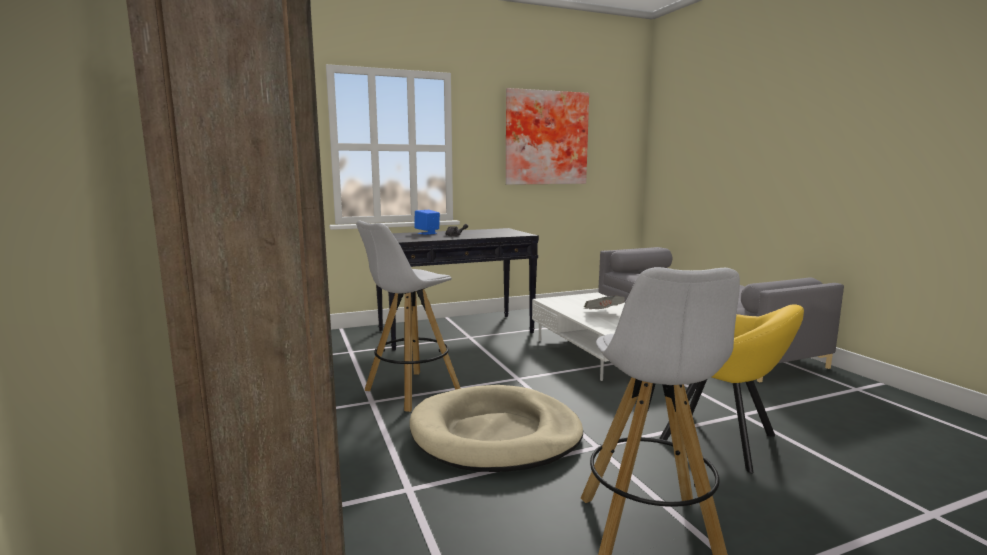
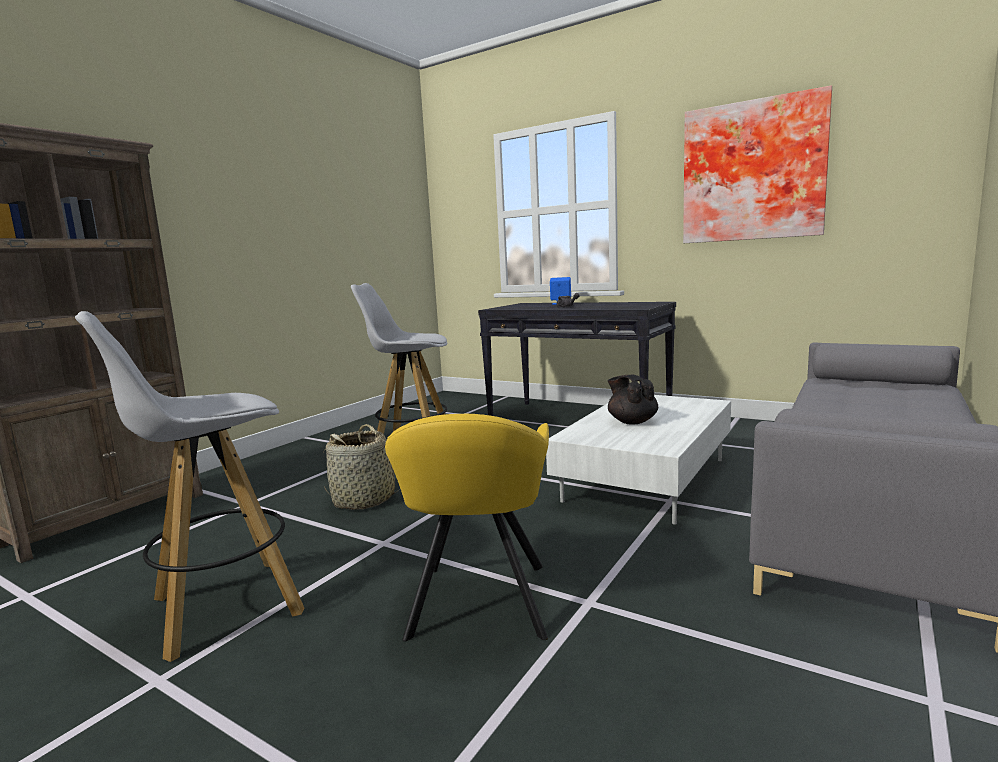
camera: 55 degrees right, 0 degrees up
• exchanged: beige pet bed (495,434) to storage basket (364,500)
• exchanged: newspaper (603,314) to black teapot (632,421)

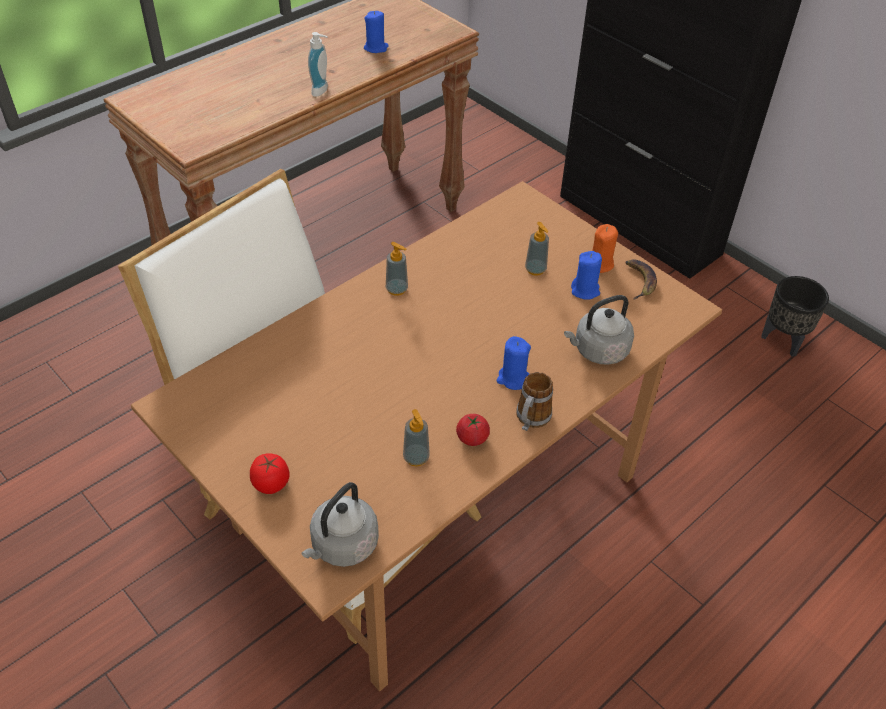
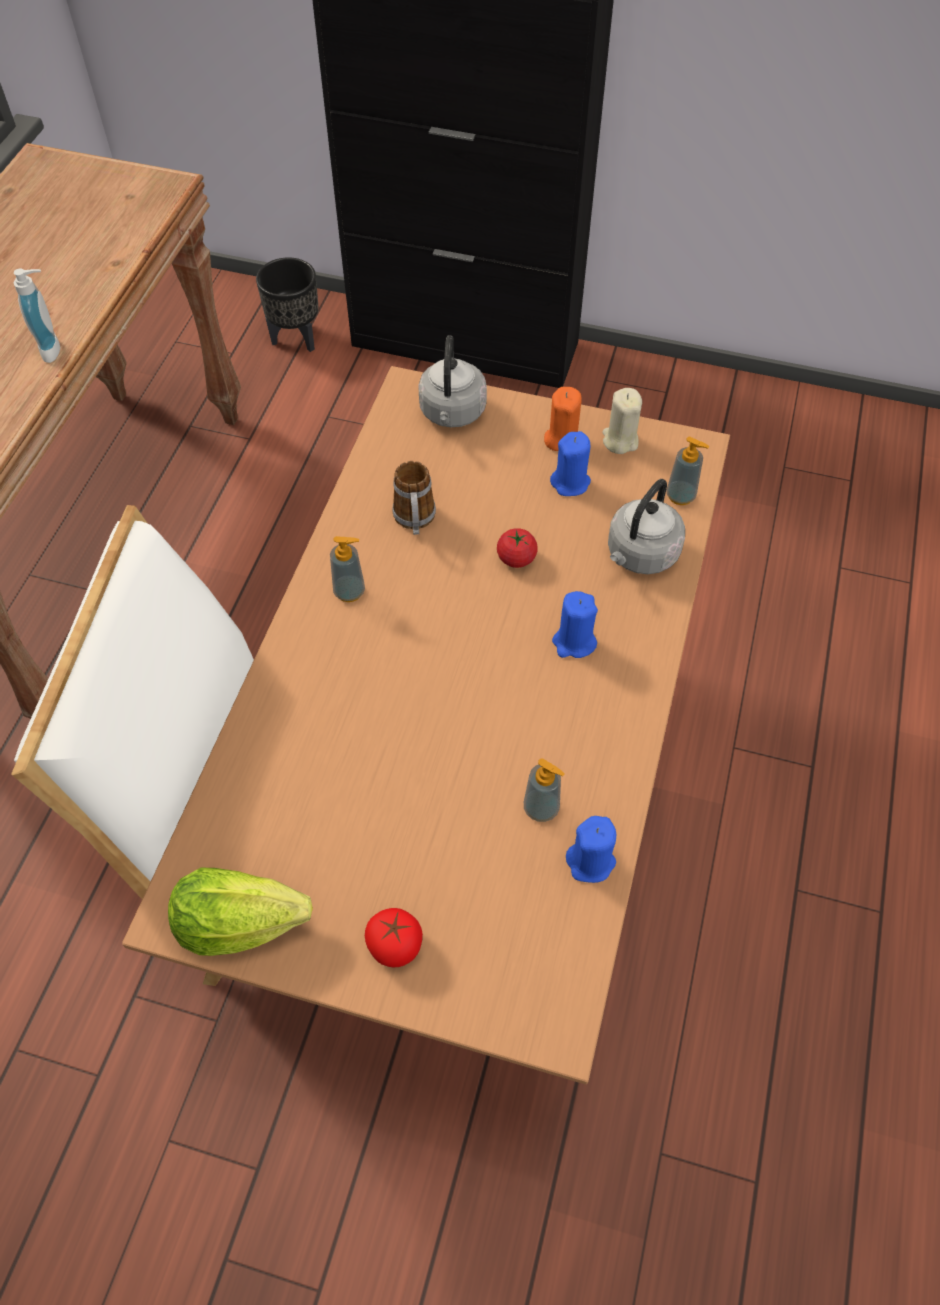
camera: 30 degrees left, 10 degrees up
• relocated: gray water kettle (342,546) to (452,413)
• relocated: bluish wax light (376,48) to (591,861)
• relocated: fresh tomato (472,438) to (516,558)
• relocated: coffee mug (530,420) to (415,521)
• relocated: soap bottle (535,269) to (680,496)
• exchanged: banana fruit (639,281) to beige wax light (620,440)
• relocated: black flower pot (783,340) to (296,338)
• appeared: lettuce head (239,922)

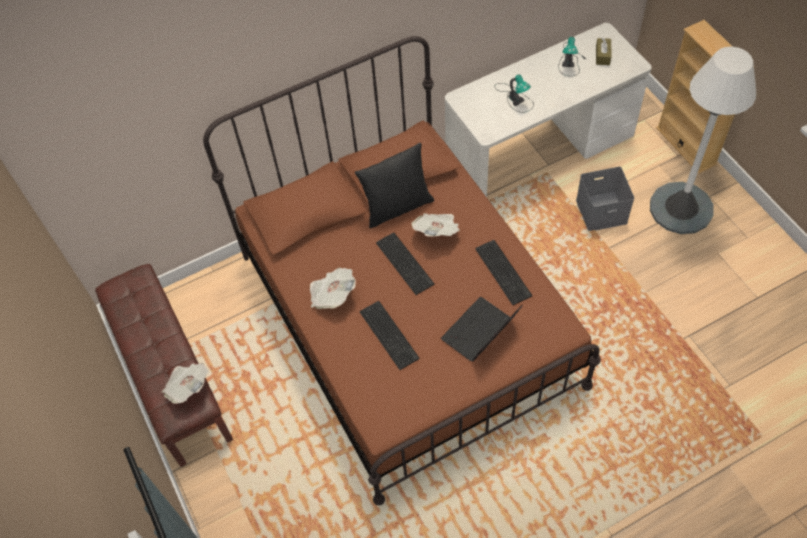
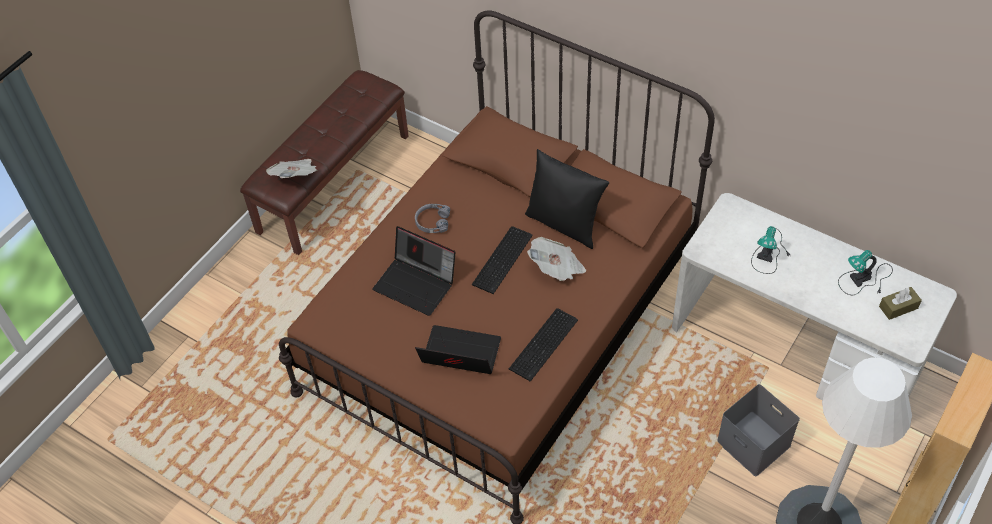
camera: 60 degrees right, 5 degrees down
• exchanged: newspaper (332,295) to gray headset (432,222)
• exchanged: keyboard (389,333) to laptop (417,284)

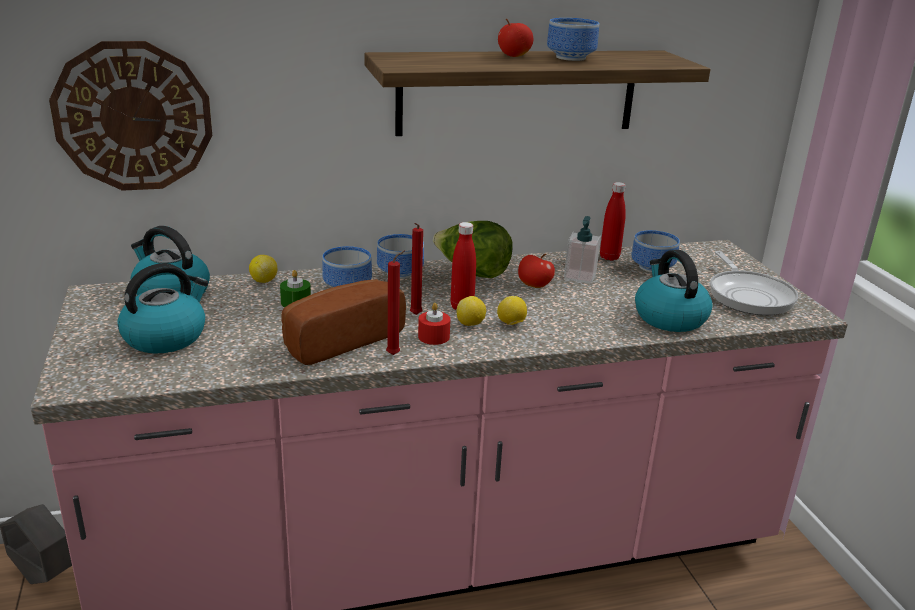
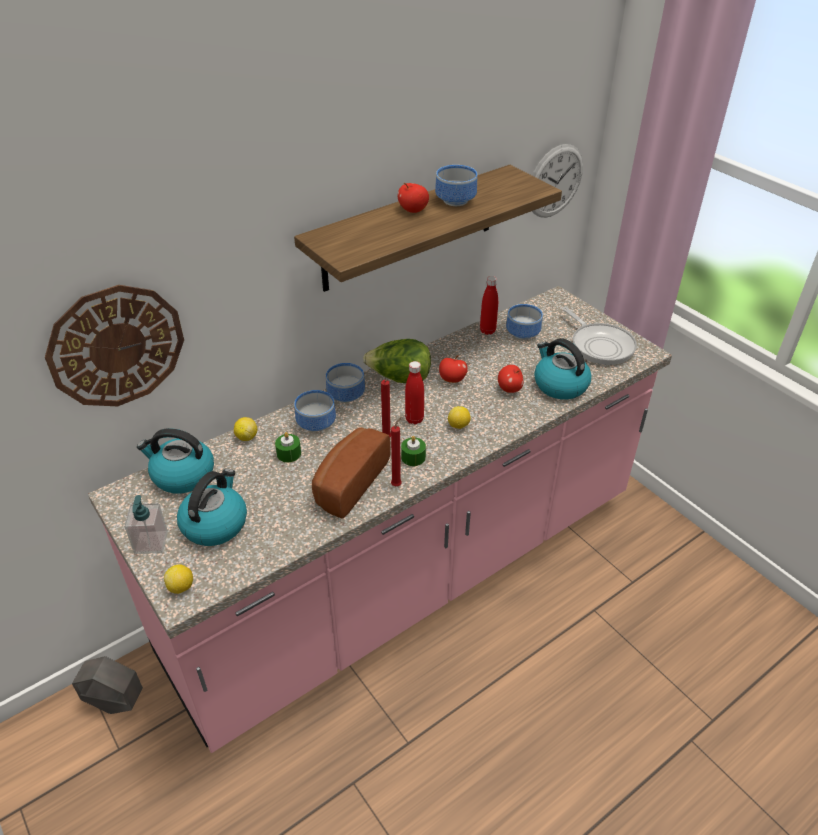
camera: 20 degrees left, 15 degrees up
• colour: red-coloured wax light (433,337) to green wax light (413,457)
• relocated: whole lemon (470,324) to (181,587)
• relocated: soap bottle (580,276) to (151,542)
• appeared: whole apple (509,389)
• appeared: wall clock (555,181)

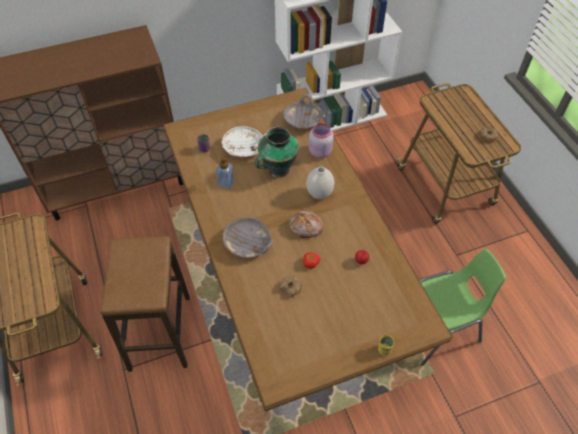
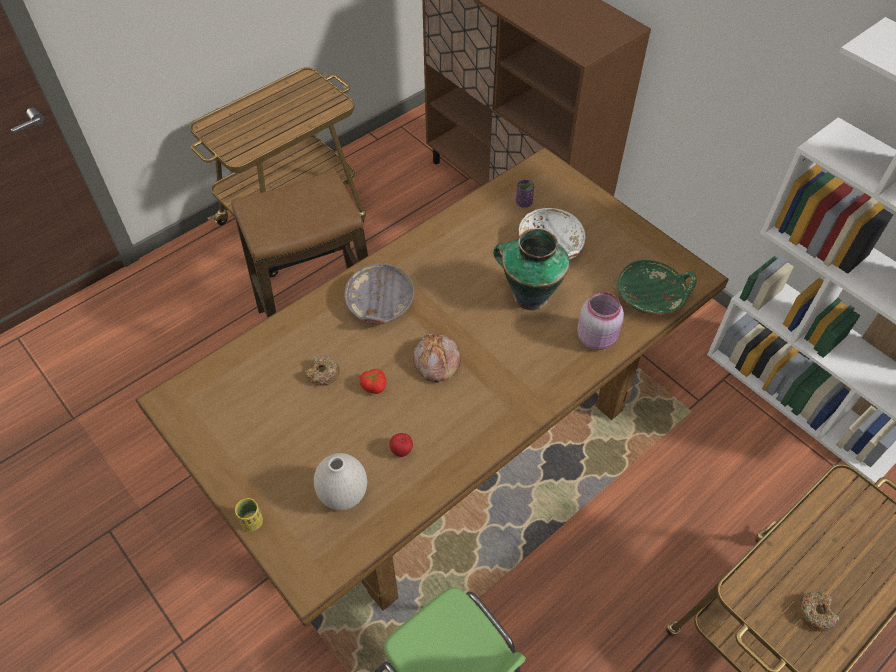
camera: 70 degrees right, 0 degrees up
• missing: soap bottle (226,183)
• colour: gray deep dish (303,120) to green deep dish (652,296)
• relocated: white-coloured flower vase (320,194) to (344,497)

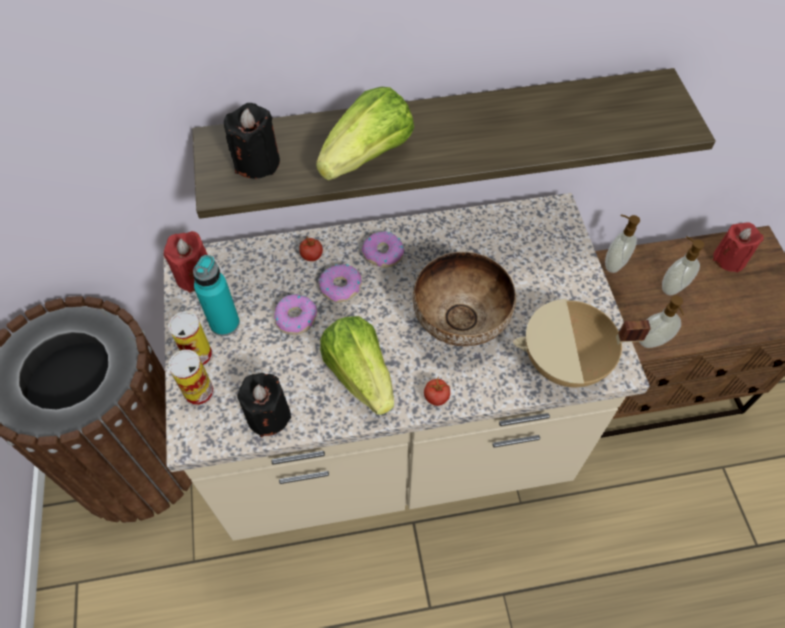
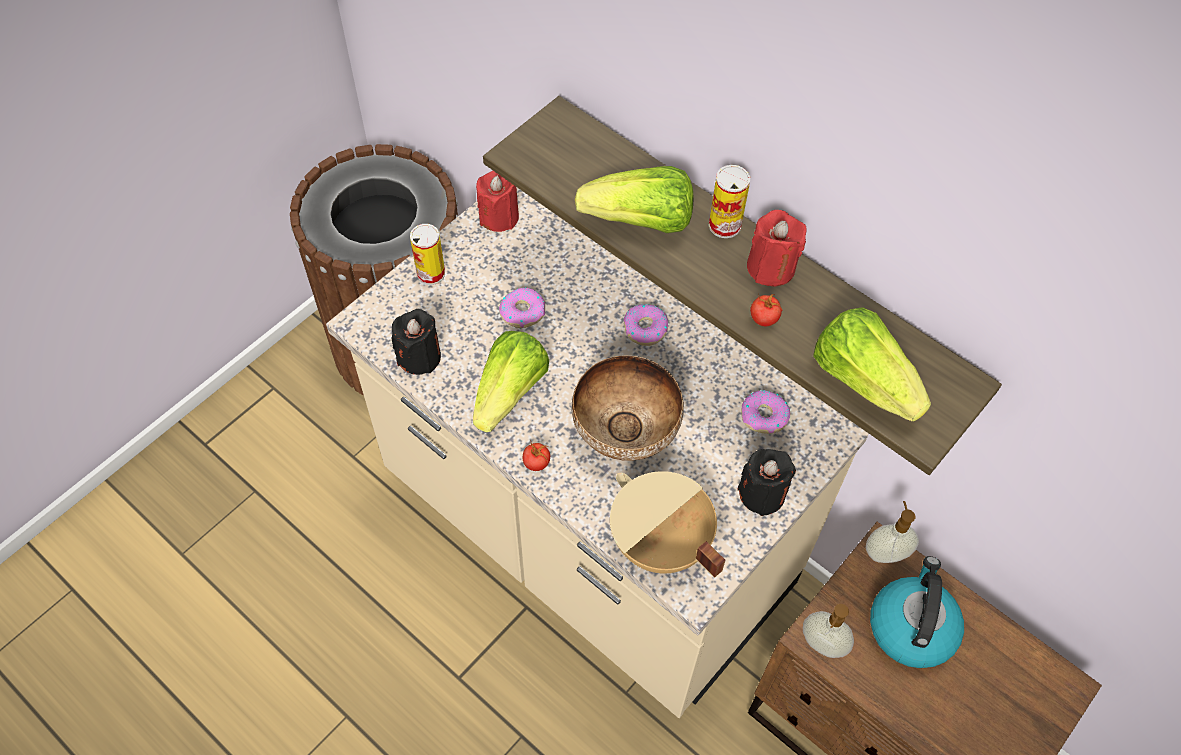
camera: 50 degrees right, 0 degrees up
• relocated: metal can (199,392) to (724,225)
• missing: turquoise beverage bottle (224,323)
• relocated: black wax light (257,162) to (762,494)
• relocated: fresh tomato (312,256) to (764,319)
• relocated: doughnut (341,287) to (764,416)
• exchanged: soap bottle (672,286) to water kettle (911,627)
• relocated: red-coloured wax light (729,259) to (771,267)
• appeared: lettuce head (863,380)

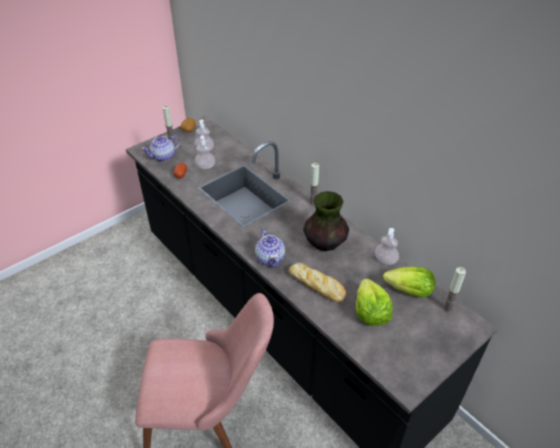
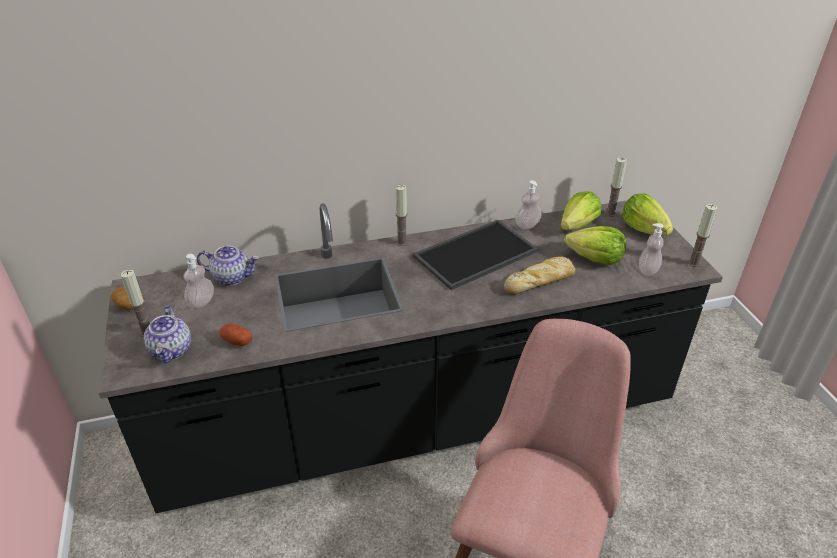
camera: 65 degrees left, 5 degrees down
• relocated: soap bottle (205,167) to (647,270)
• relocated: teapot (270,258) to (232,277)
• exchanged: flower vase (324,243) to serving tray (476,255)
• appeared: lettuce head (643,229)
• appeared: wax light (693,263)

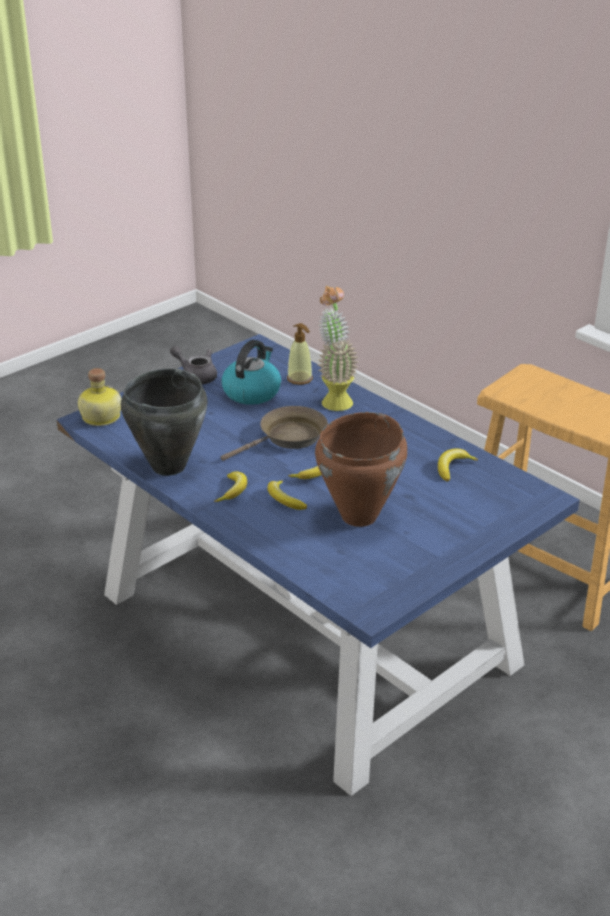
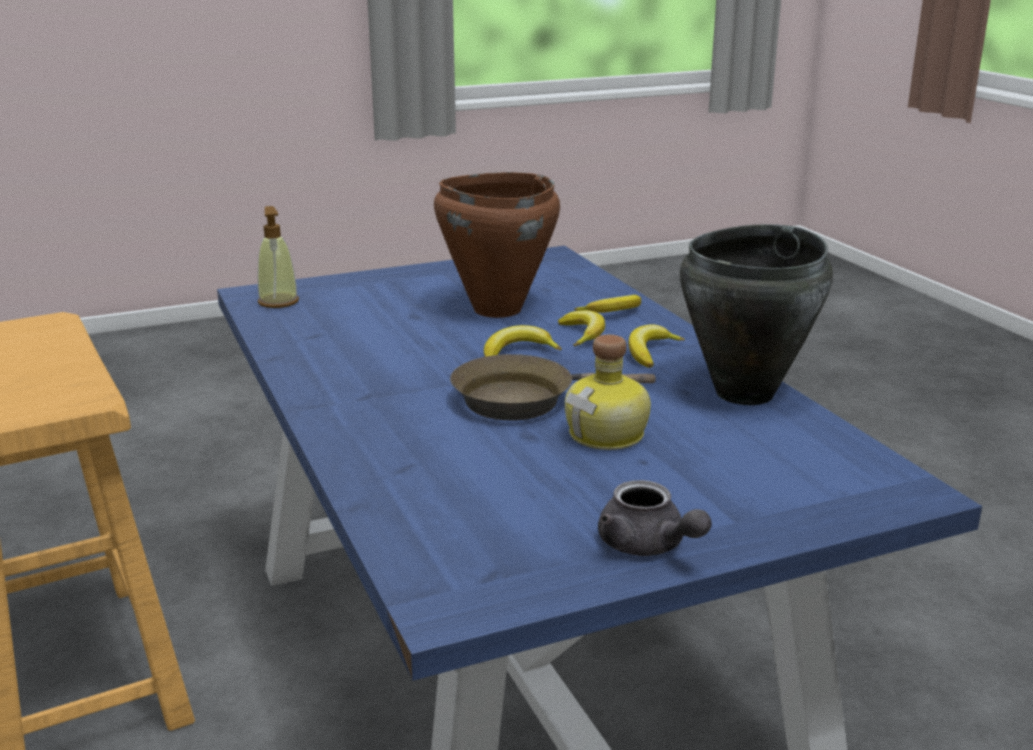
camera: 160 degrees left, 10 degrees down
• relocated: beverage bottle (99,417) to (609,435)
• missing: water kettle (252,392)
• relocated: soap bottle (300,379) to (278,302)
• missing: potted plant (334,399)
• relocated: banana fruit (453,468) to (613,313)

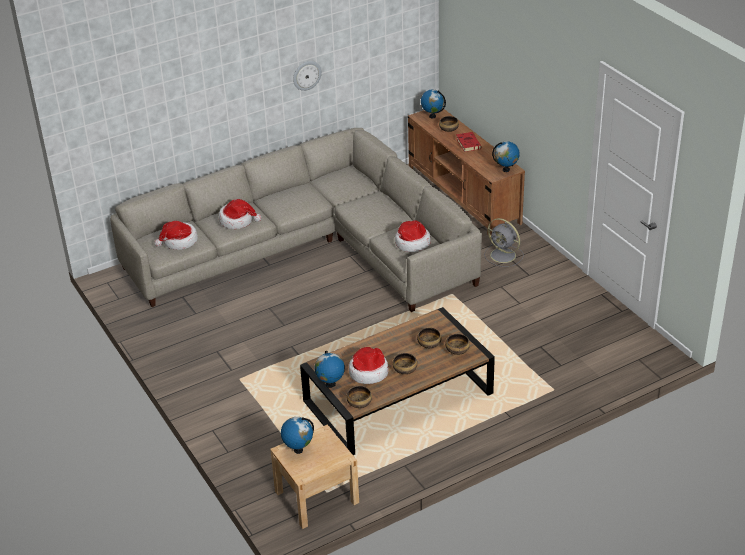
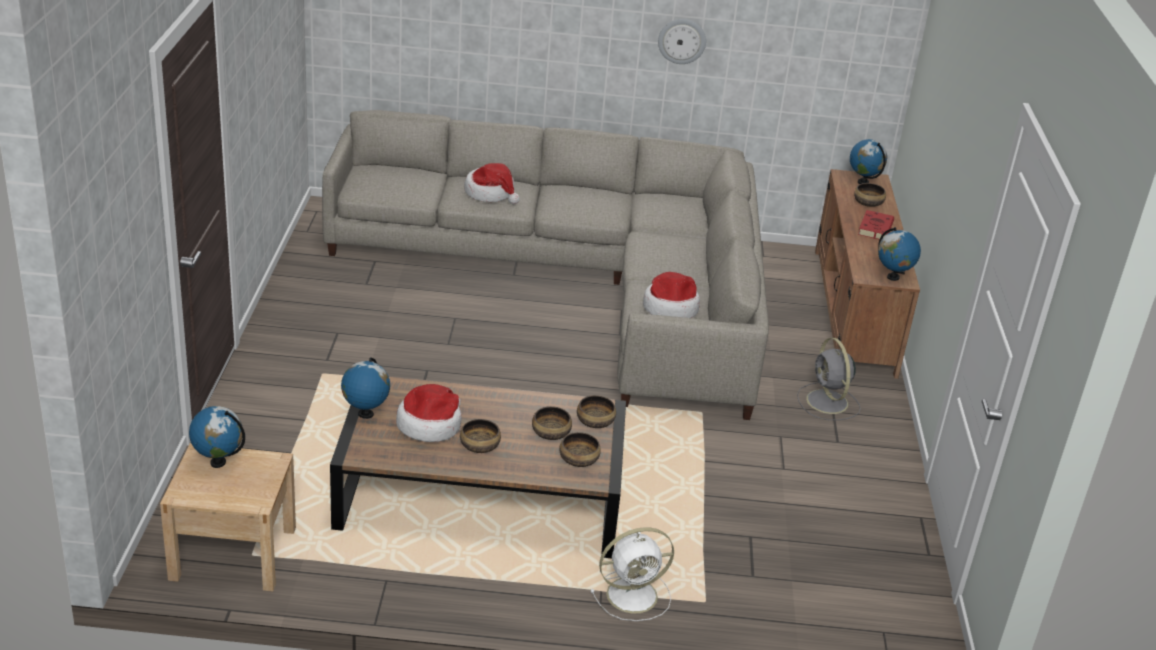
camera: 30 degrees right, 5 degrees down
• missing: wearable hat (179,241)
• relocated: deep dish (359,402) to (595,421)
• appeared: white-coloured cooling fan (634,595)

